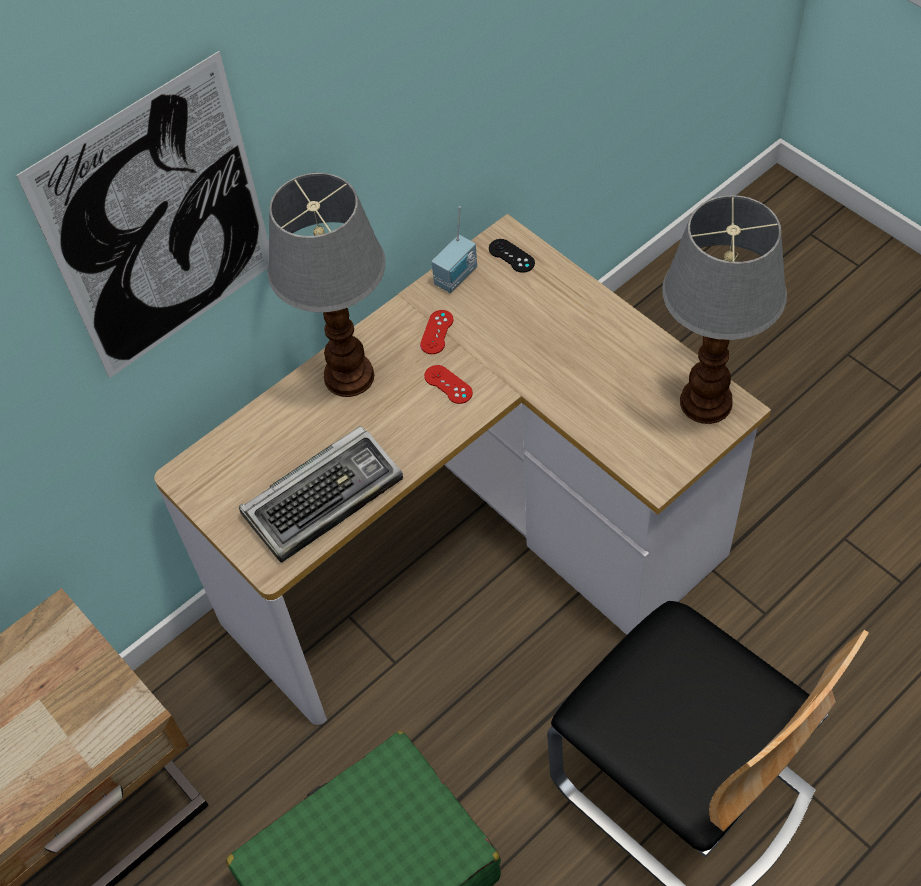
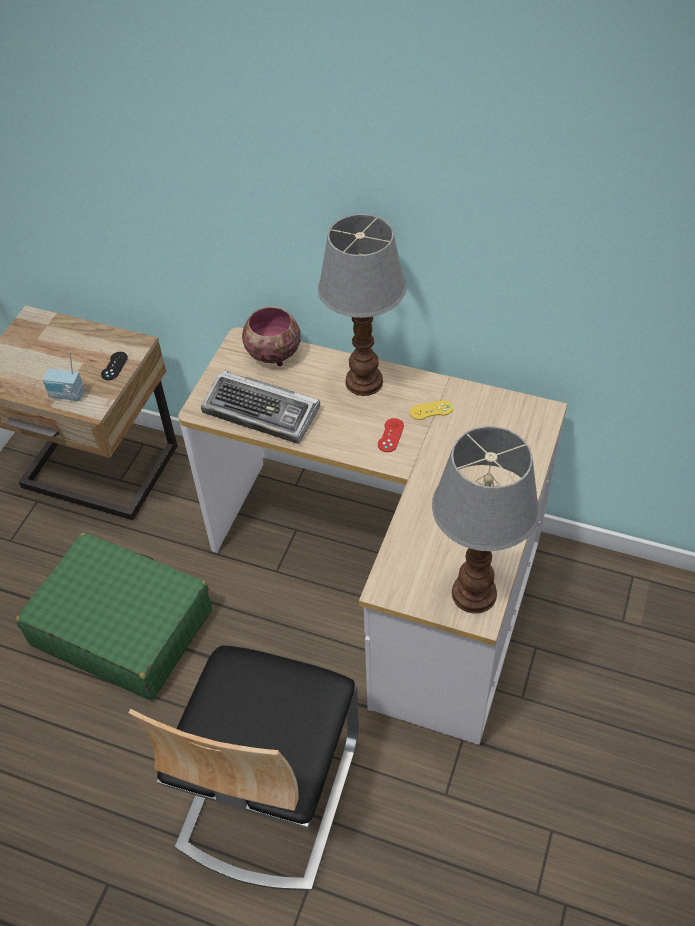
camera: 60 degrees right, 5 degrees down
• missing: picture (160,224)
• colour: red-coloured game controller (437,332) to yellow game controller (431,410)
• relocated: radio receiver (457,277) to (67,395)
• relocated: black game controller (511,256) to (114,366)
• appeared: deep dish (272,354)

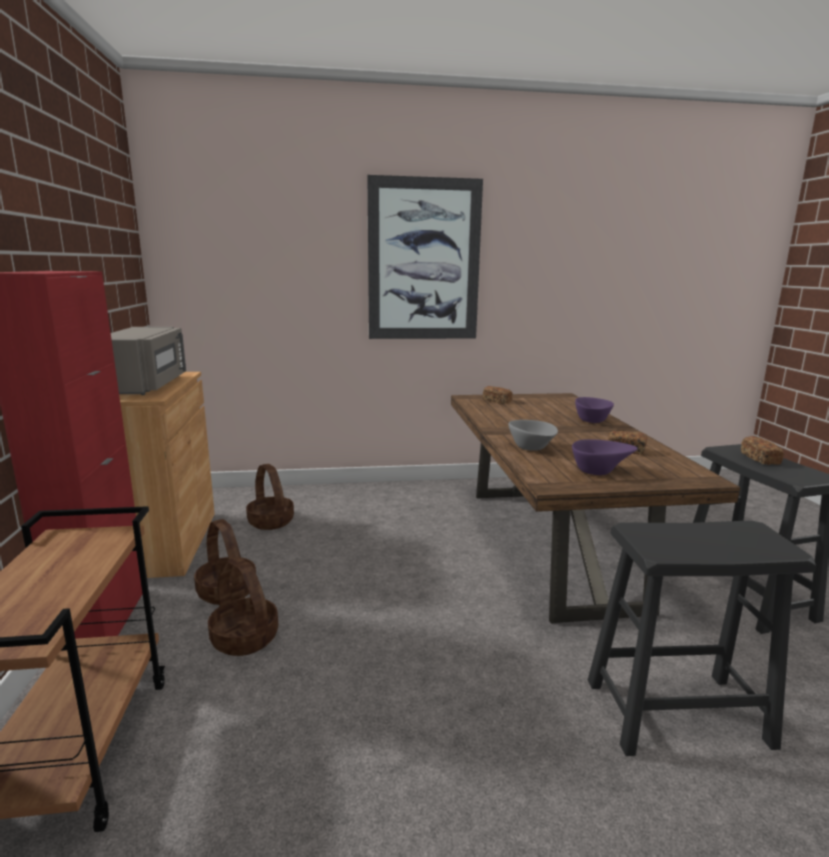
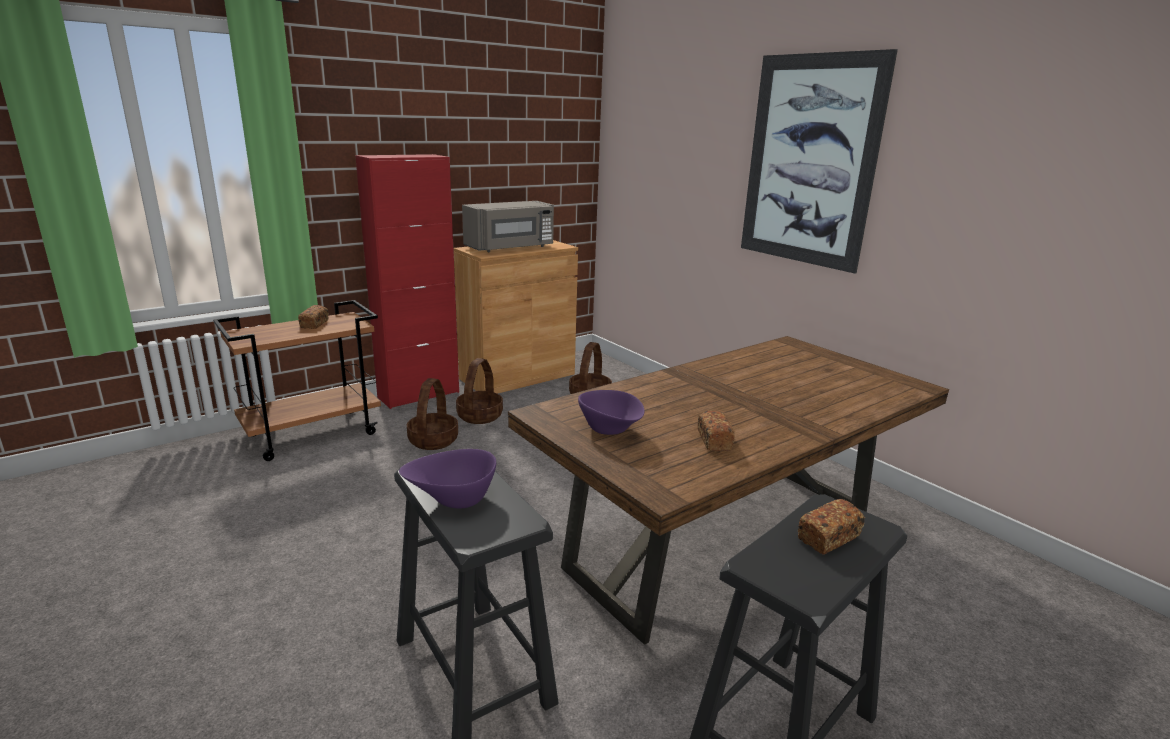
camera: 60 degrees right, 5 degrees up
• relocated: bread (497,401) to (314,324)
• missing: gray deep dish (532,449)
• relocated: purple deep dish (591,421) to (453,499)

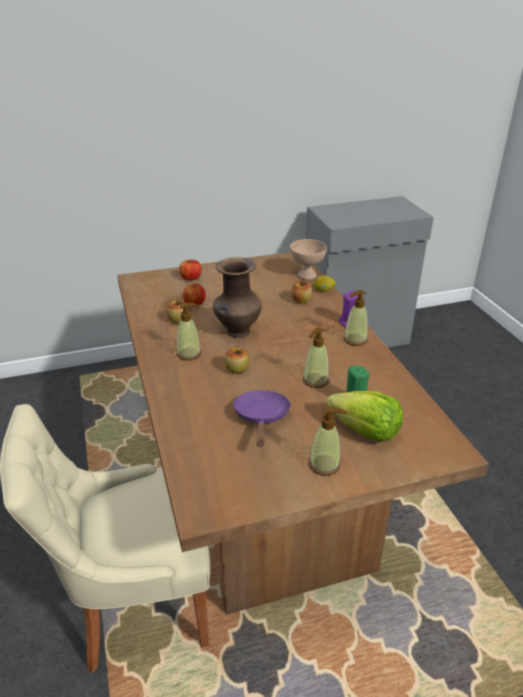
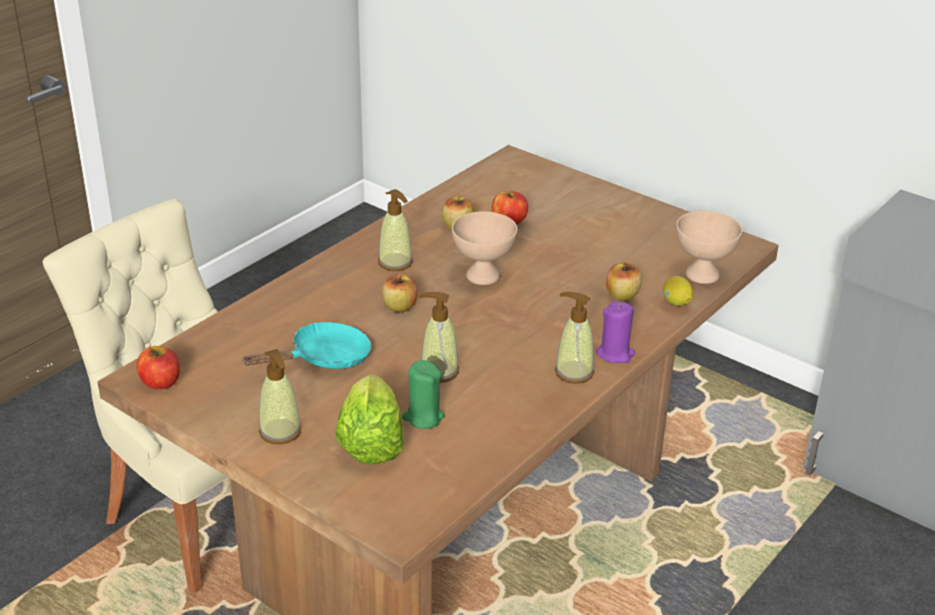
camera: 55 degrees right, 0 degrees up
• relocated: whole apple (191,278) to (161,382)
• exchanged: brown flower vase (237,332) to beige deep dish (481,276)
• colour: purple skillet (262,418) to turquoise skillet (324,359)

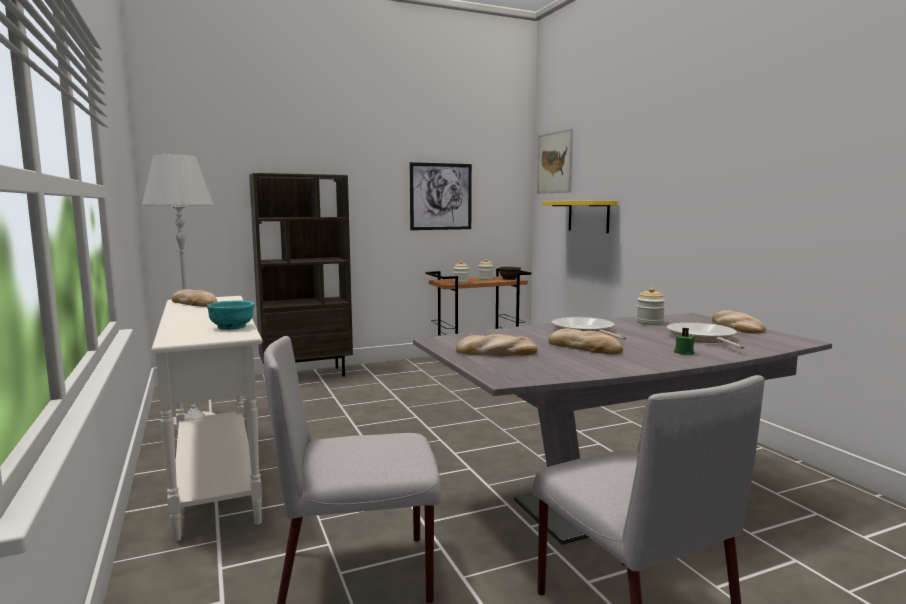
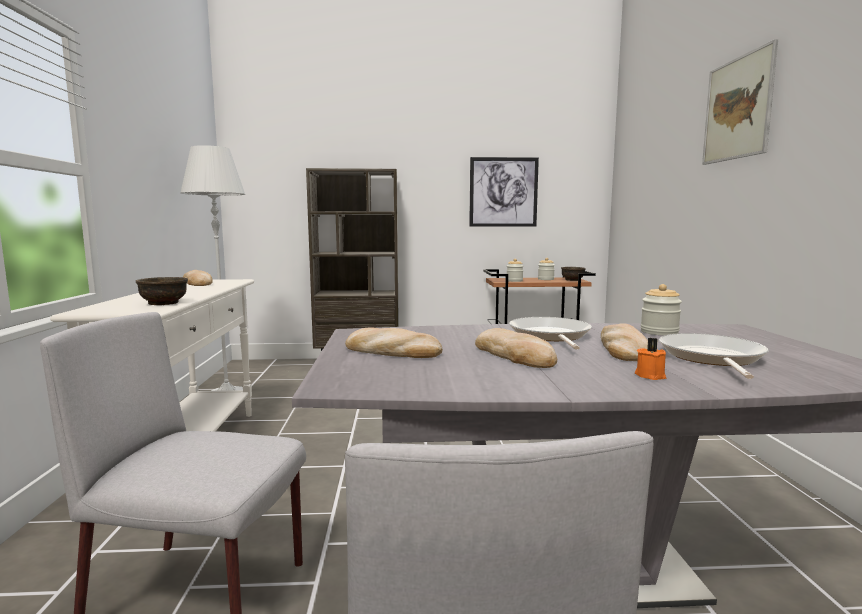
camera: 20 degrees right, 0 degrees up
• colour: turquoise deep dish (231,327) to brown deep dish (163,303)
• relocated: picture (554,162) to (737,108)
• missing: yellow wall shelf (588,216)
• colour: green wax light (684,352) to orange-coloured wax light (650,375)
• relocated: bread (736,327) to (623,349)

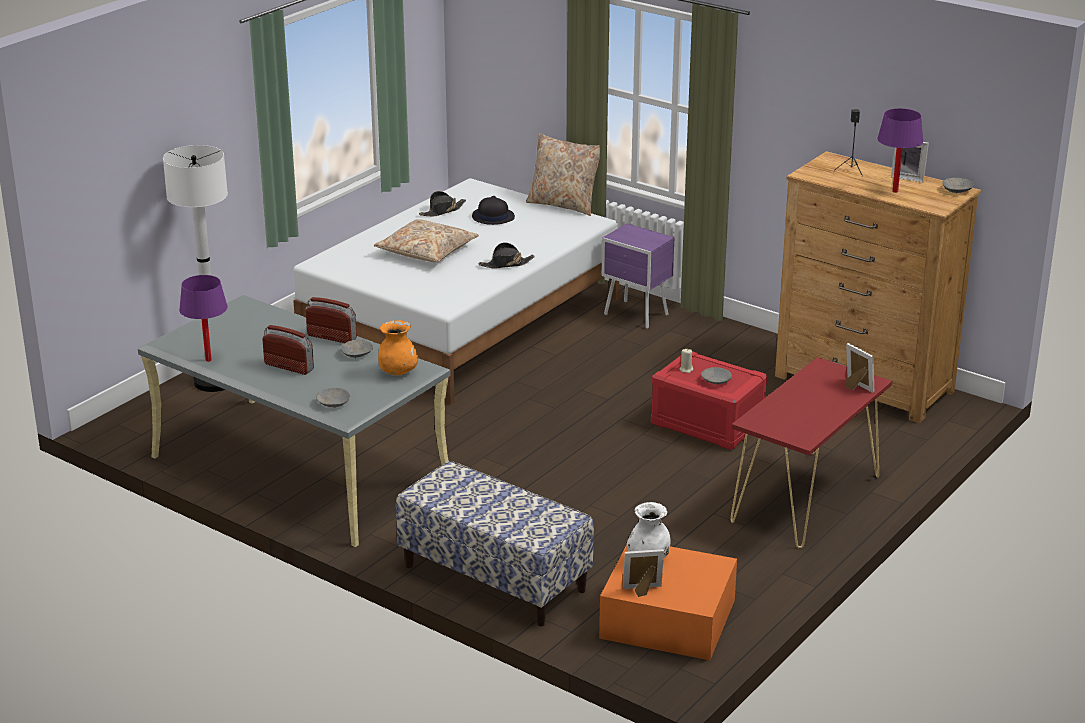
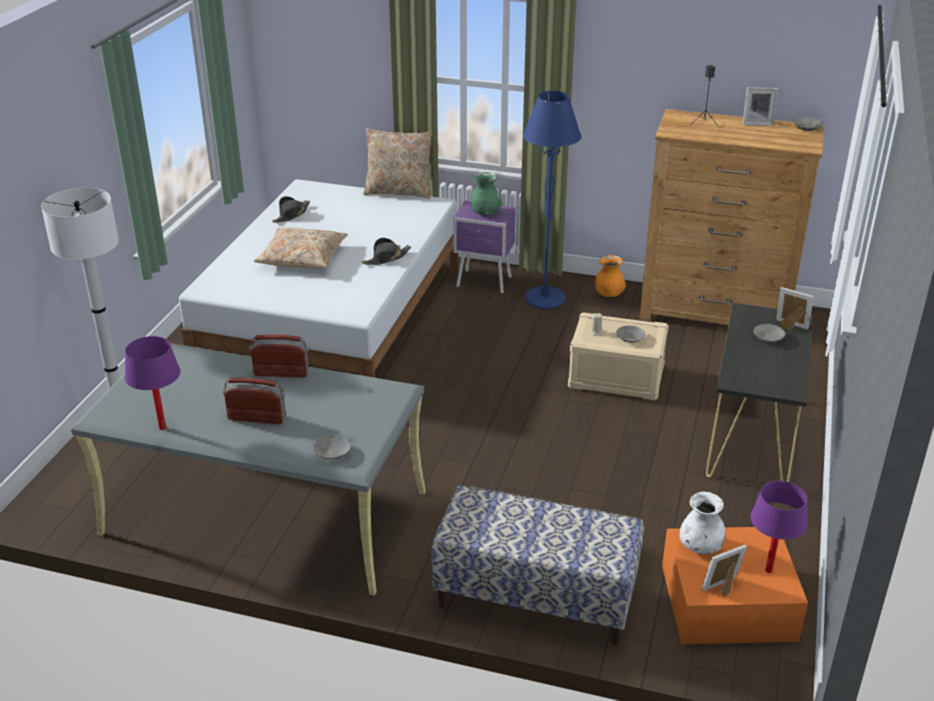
camera: 20 degrees left, 5 degrees up
• relocated: gray deep dish (356,354) to (767,338)
• relocated: orange-coloured flower vase (398,372) to (608,294)
• missing: black wearable hat (492,217)
• colour: red-coloured storage container (706,424) to beige storage container (615,378)
• colour: red-coloured hall table (805,499) to black hall table (752,437)
• relocated: purple table lamp (895,191) to (768,570)
• appeared: green flower vase (485,213)
• appeared: bluish standard lamp (545,299)

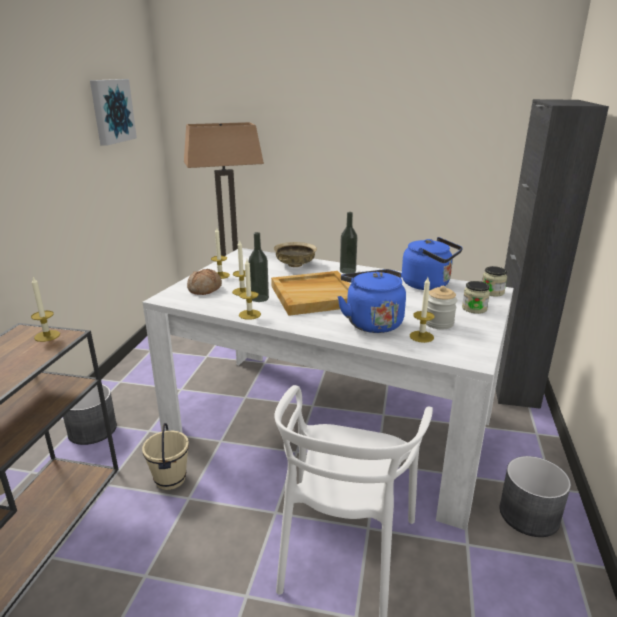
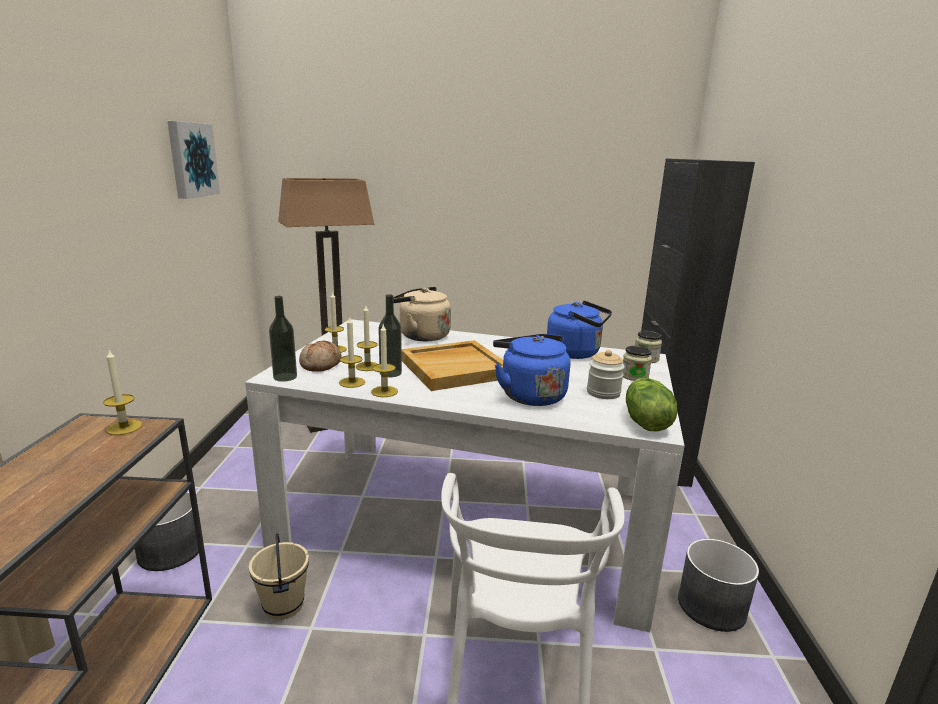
camera: 10 degrees left, 5 degrees down
• exchanged: beige deep dish (295,264) to beige water kettle (421,336)
• relocated: beverage bottle (347,271) to (285,377)
• relocated: wax light (421,336) to (352,382)
• appeared: lettuce head (644,422)

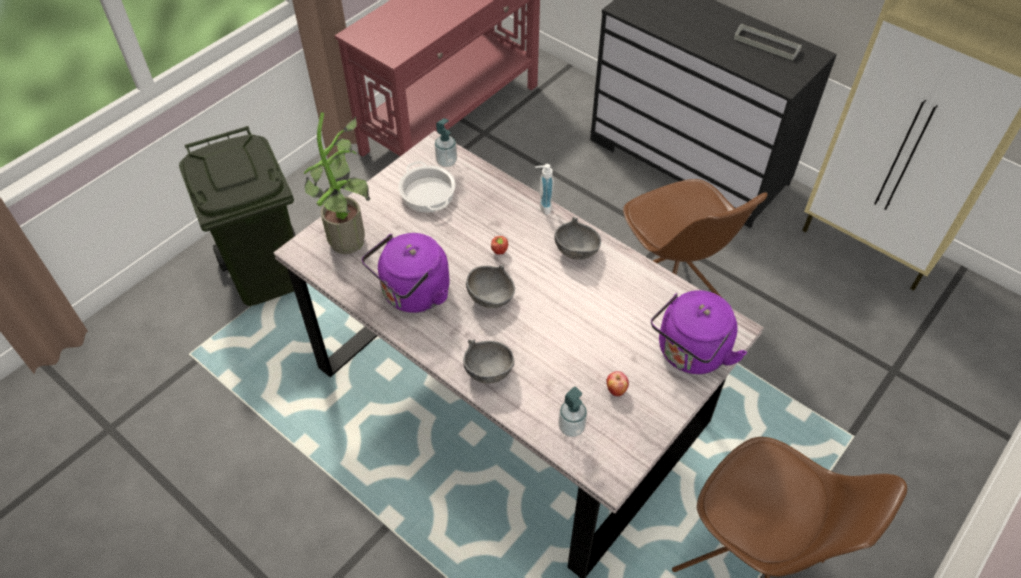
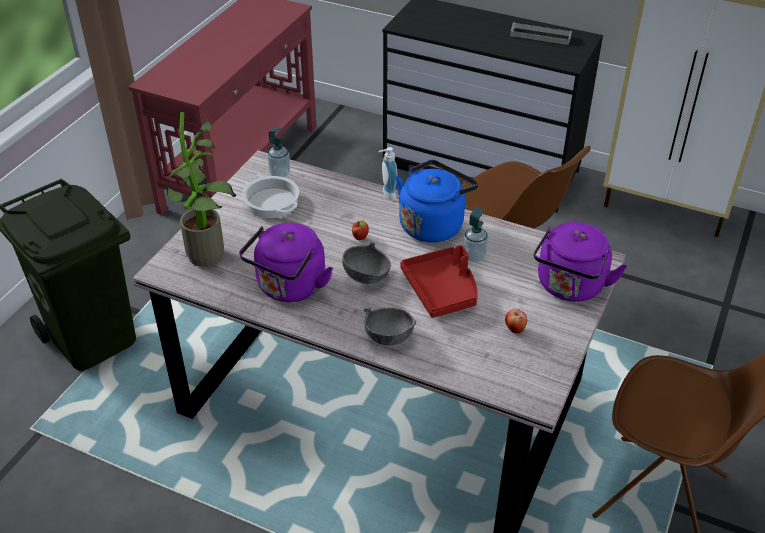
camera: 15 degrees left, 10 degrees down
• exchanged: gray deep dish (577,251) to bluish water kettle (433,224)
• relocated: soap bottle (571,427) to (474,256)
• appeared: red-coloured serving tray (442,290)

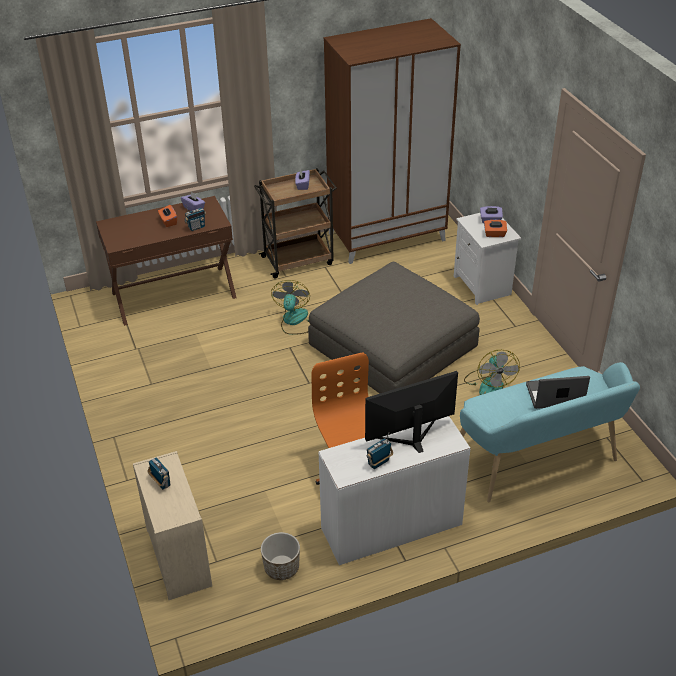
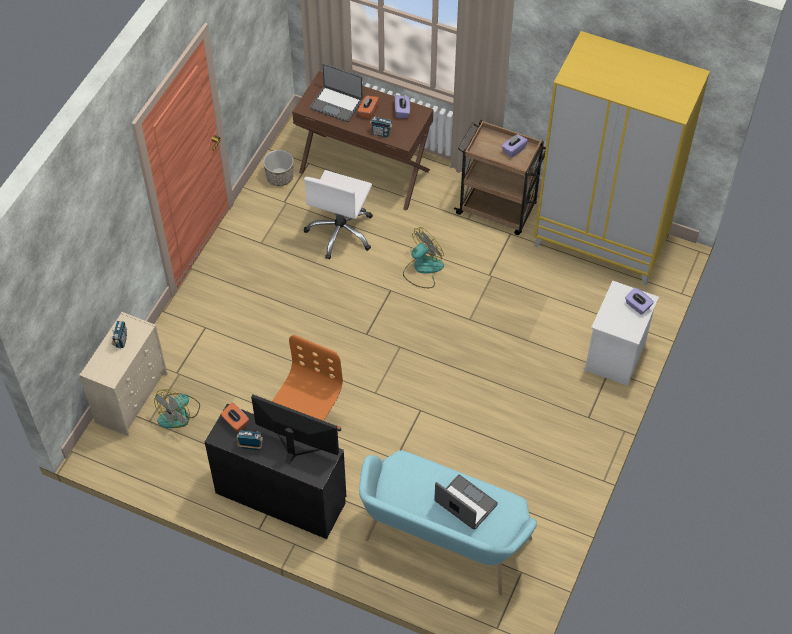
camera: 45 degrees right, 15 degrees up
• relocated: flower pot (282,568) to (280,177)
• missing: gray pouffe (393,345)
• colour: white-coloured desk unit (390,525) to black desk unit (281,496)
• colour: brown clothes cupboard (387,236) to yellow clothes cupboard (601,242)
• relocated: cooling fan (489,383) to (179,414)
• relocated: orange-coloured tissue holder (494,234) to (235,422)
• appeared: white-coloured desk chair (341,232)
• appeared: laptop (336,104)

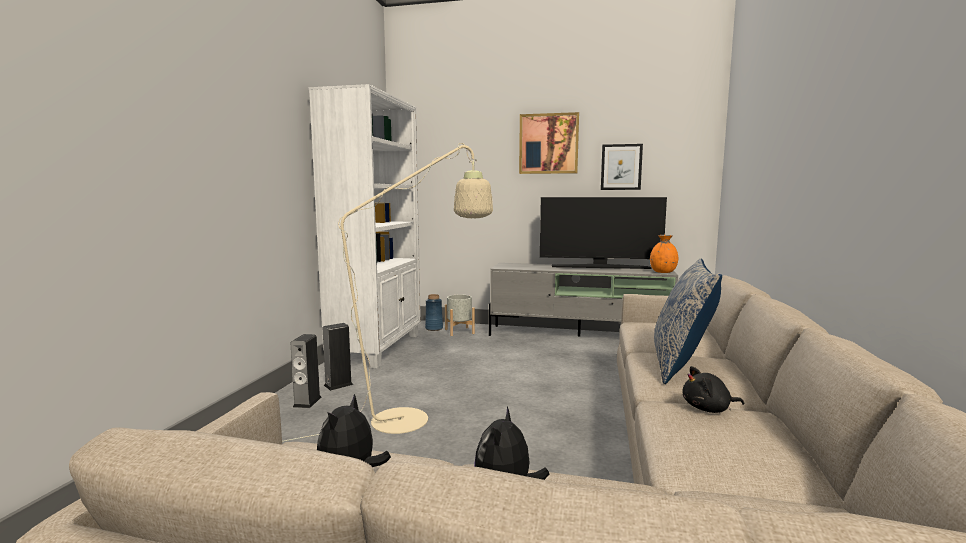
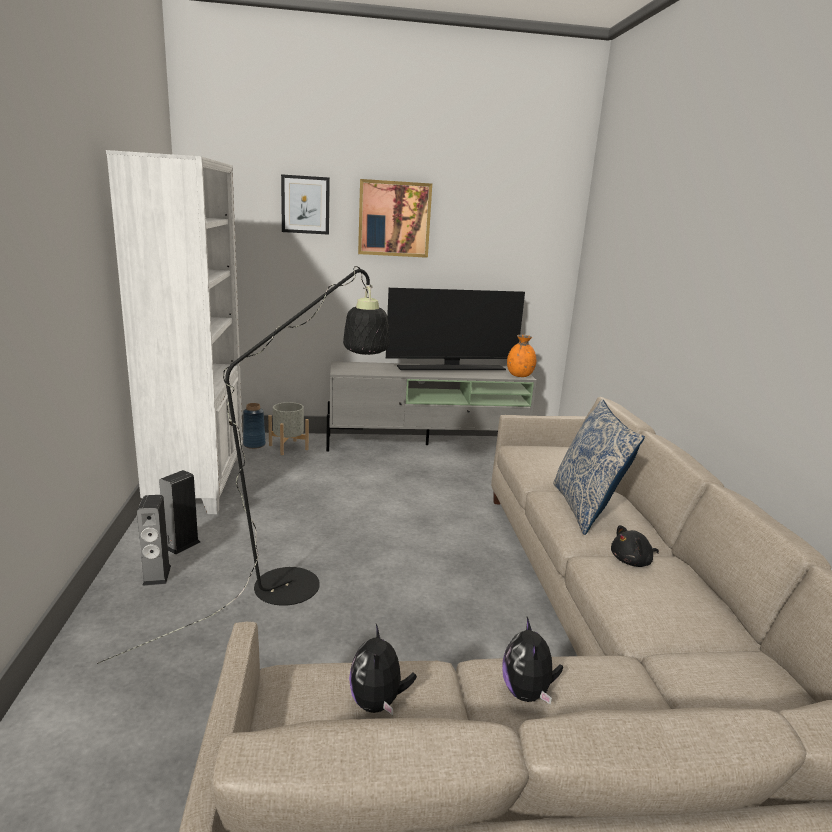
camera: 20 degrees left, 10 degrees up
• colour: beige standard lamp (414,417) to black standard lamp (301,579)
• relocated: picture (621,167) to (305,205)

